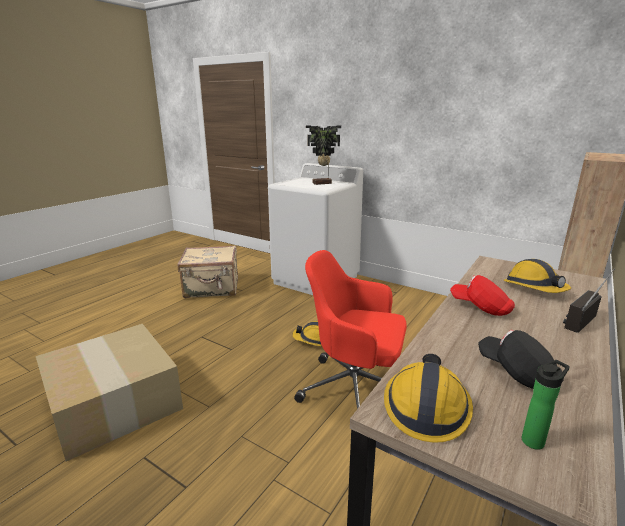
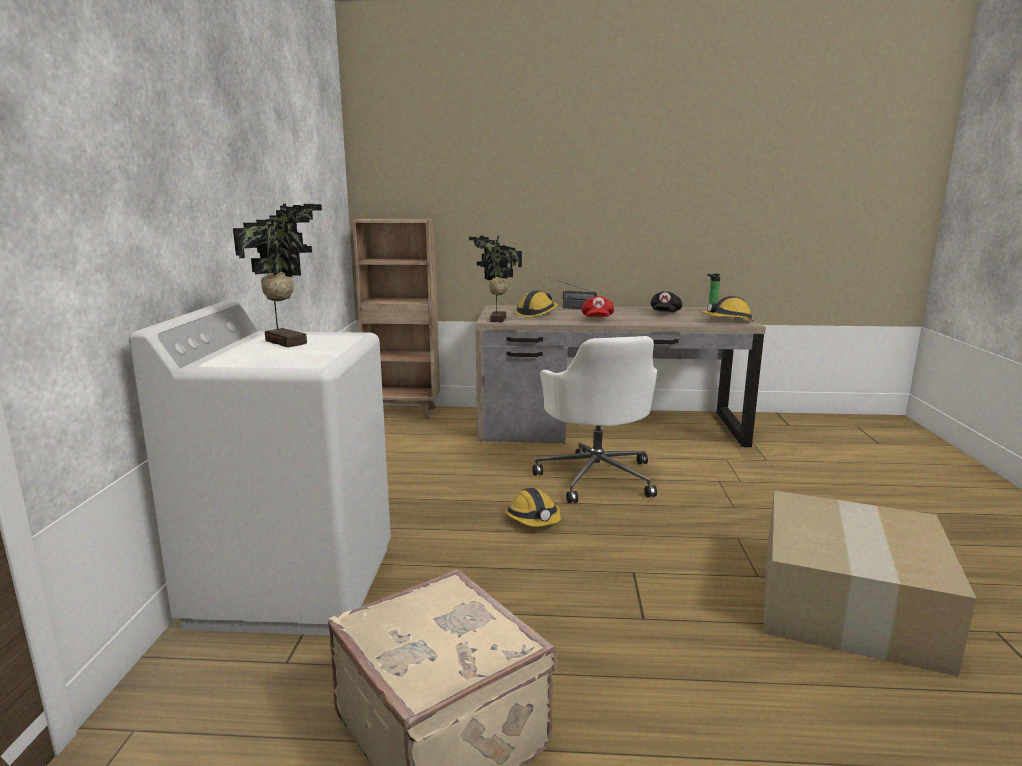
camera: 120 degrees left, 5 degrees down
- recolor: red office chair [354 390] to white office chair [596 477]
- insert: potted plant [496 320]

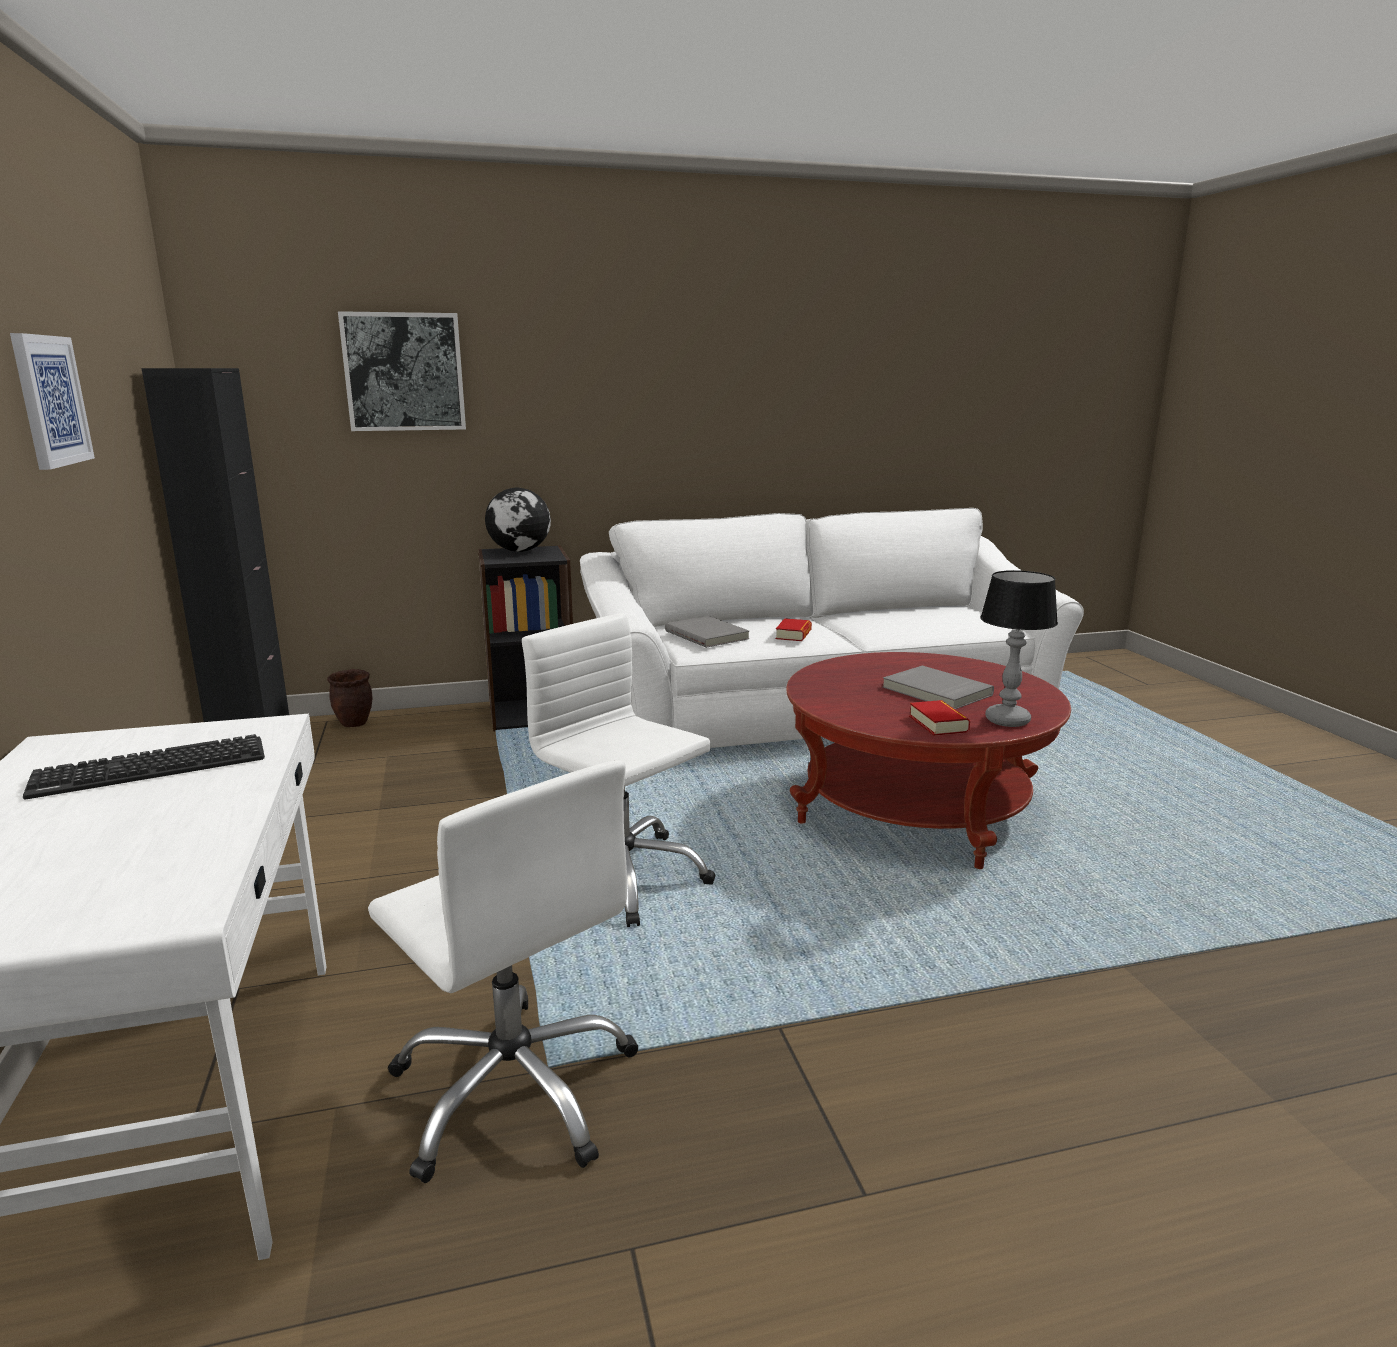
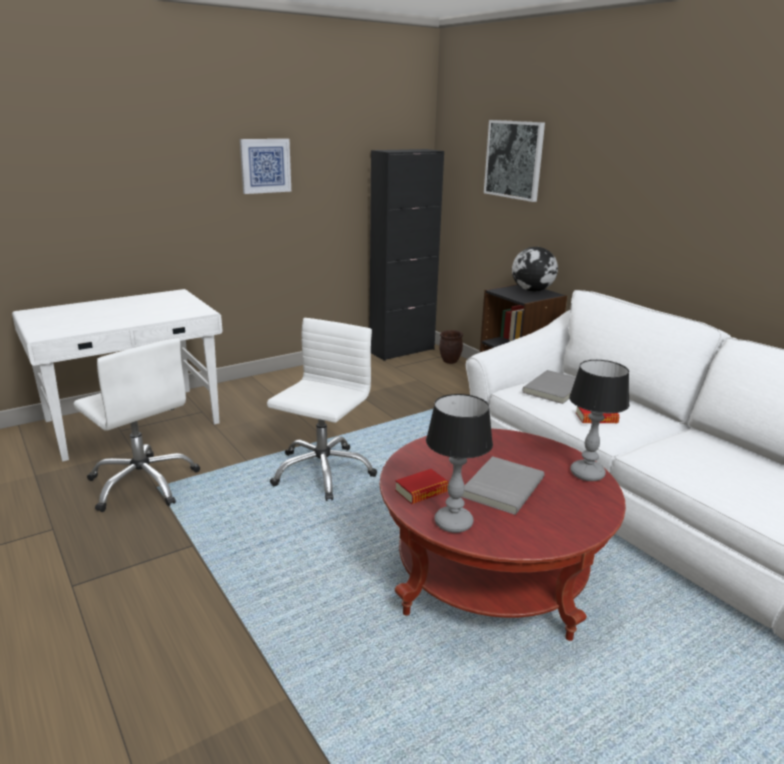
camera: 70 degrees right, 5 degrees up
- delete: keyboard [151 768]
- rotate: white office chair [515 1088] = [143 483] 75 degrees counterclockwise
- insert: table lamp [587 474]

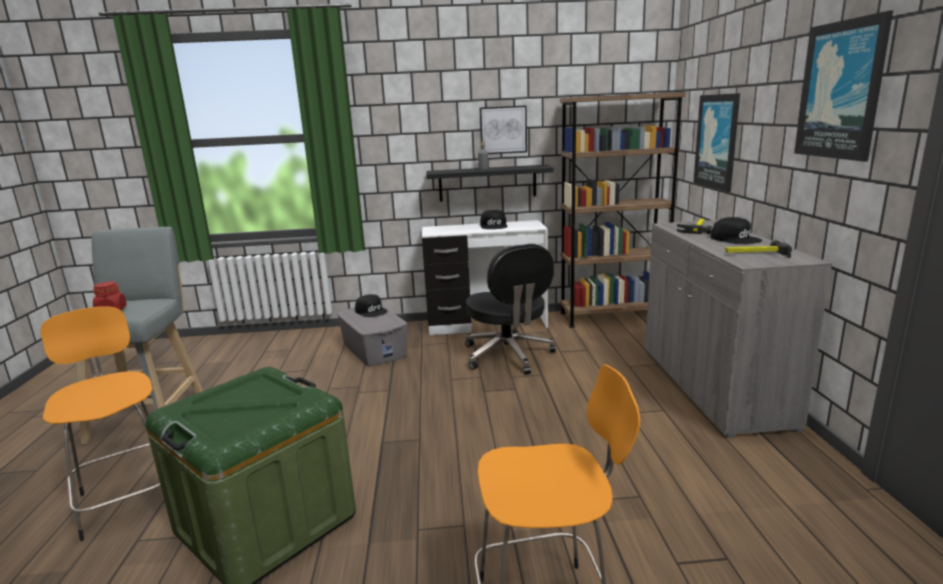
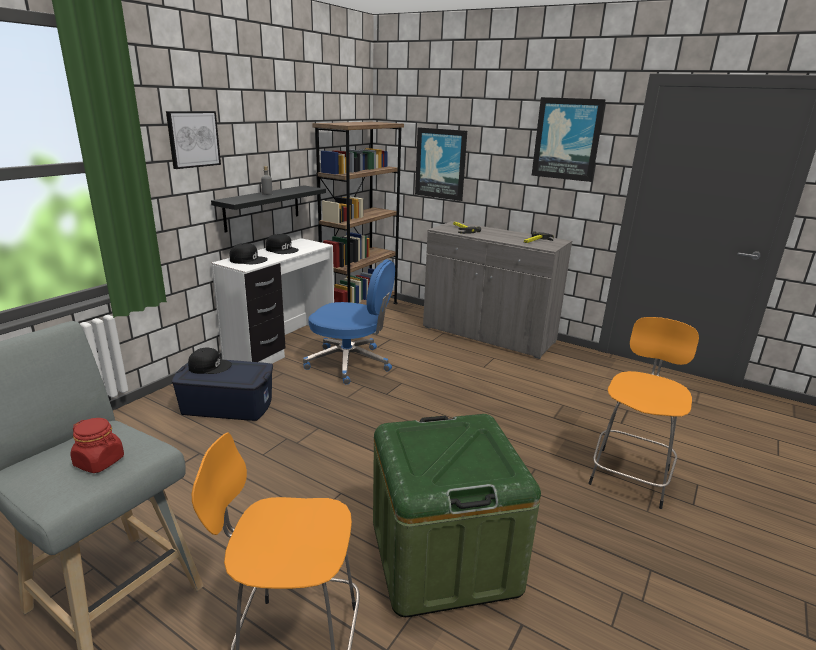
camera: 55 degrees left, 5 degrees up
- recolor: grey storage box [374 349] to blue storage box [227 405]
- recolor: black office chair [508 355] to blue office chair [350 363]
- move: picture [503 130] to [193 139]
- move: black cap [735 239] to [248 260]

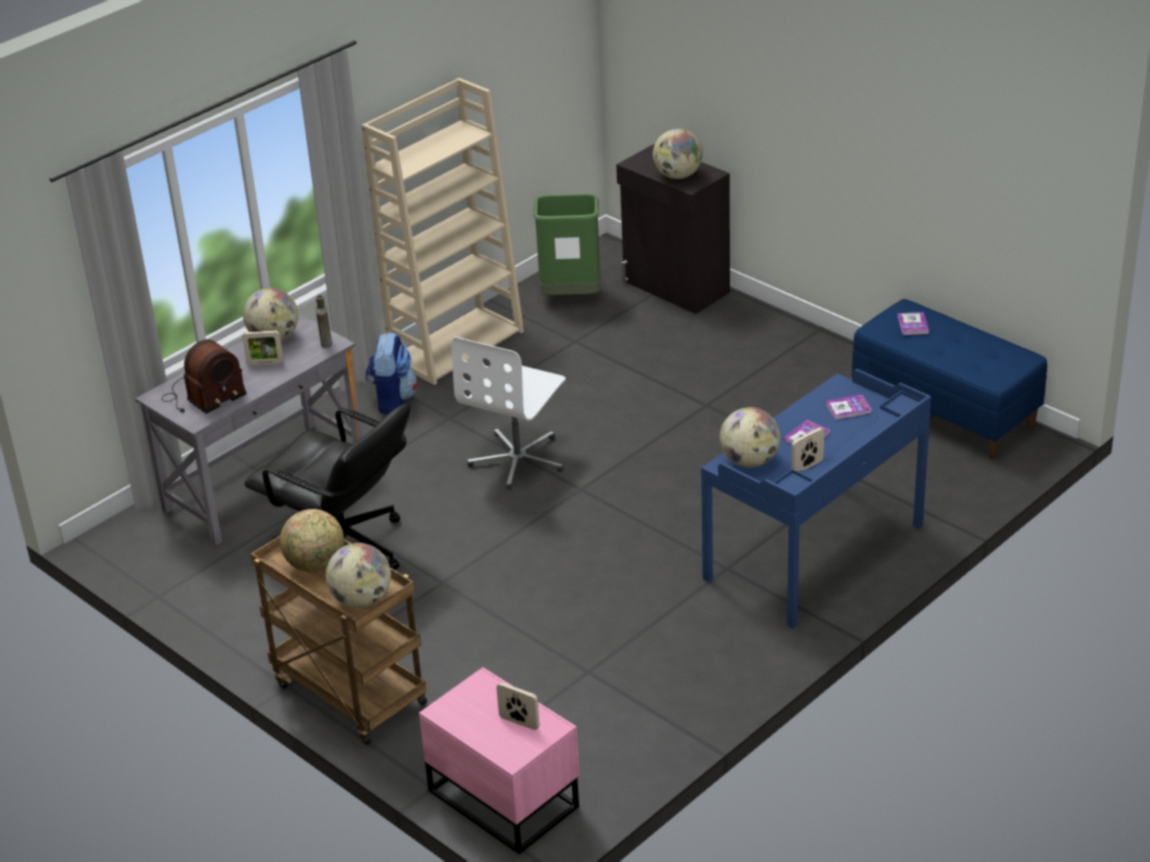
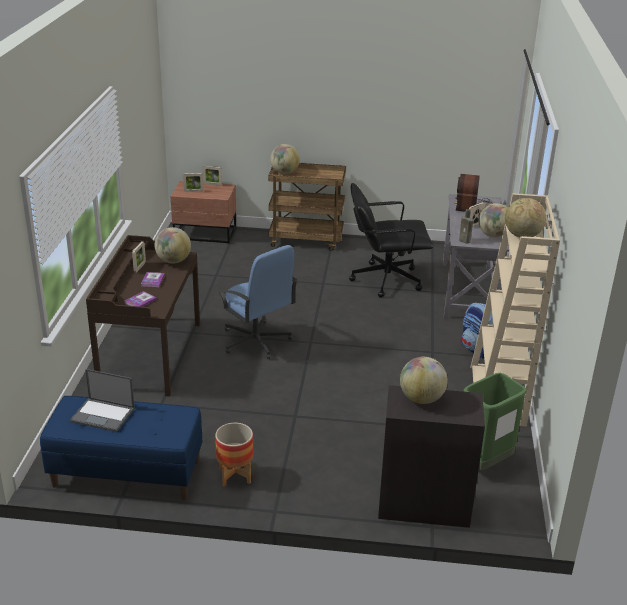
camera: 140 degrees right, 5 degrees down
- move: globe [316 565] to [522 236]
- recolor: pink nightstand [504 796] to brown nightstand [206 234]
- delete: white office chair [518 459]
- recolor: blue desk [815 552] to brown desk [150 355]
- delete: book [913 325]
- insert: laptop [103 415]
- insert: picture frame [212 184]
- insert: planter [235 476]
- insert: blue office chair [256 341]

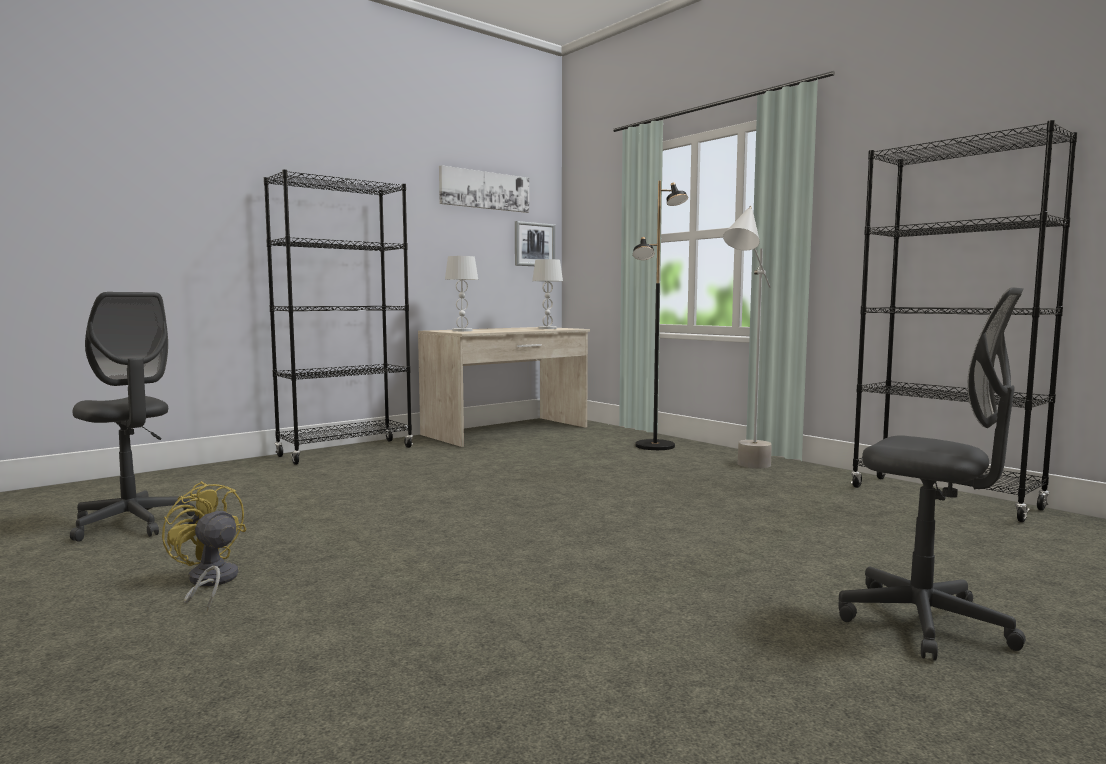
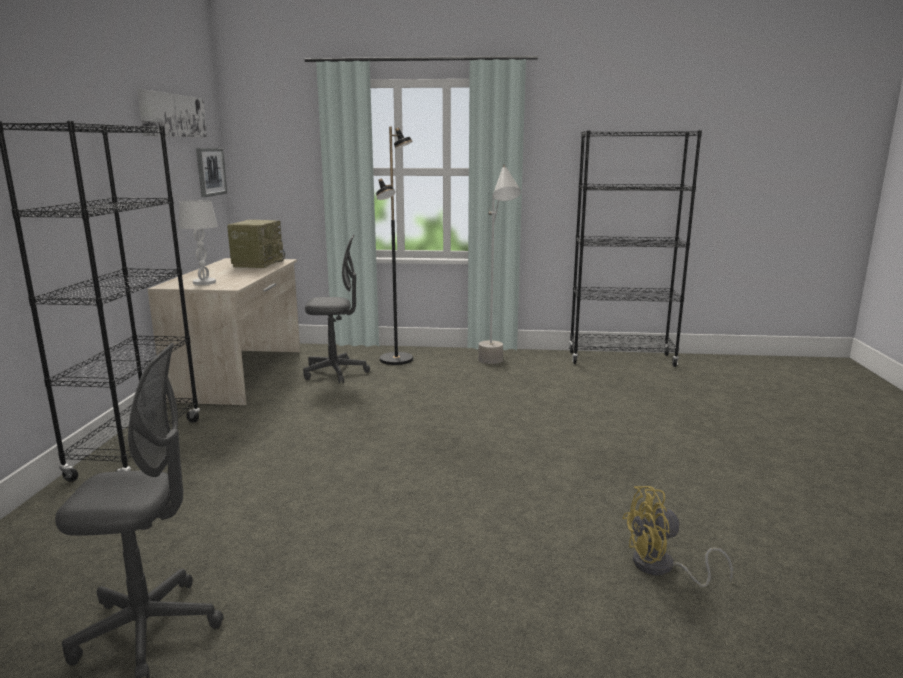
camera: 45 degrees left, 10 degrees up
- move: yellow fan [209 583] to [662 568]
- replace: white table lamp [547 328] to radio [258 263]
- move: grey office chair [924 623] to [335 372]

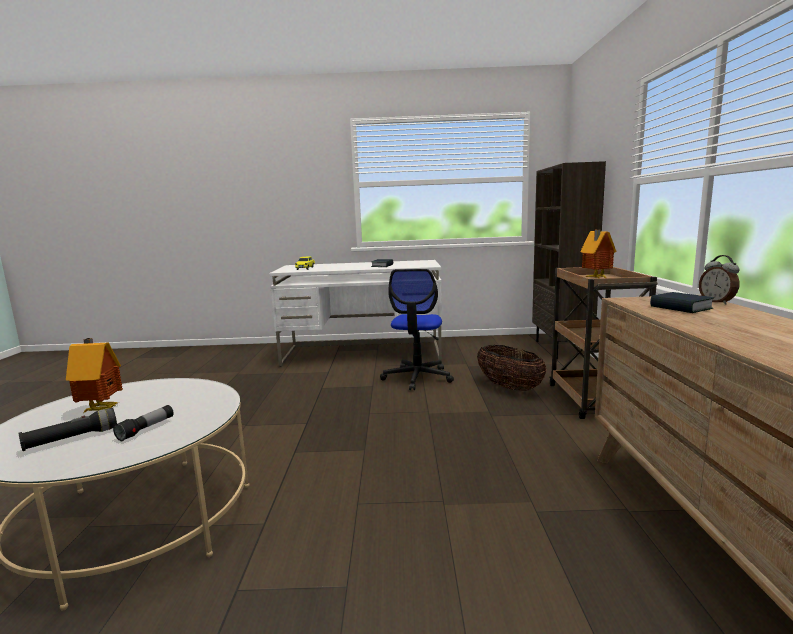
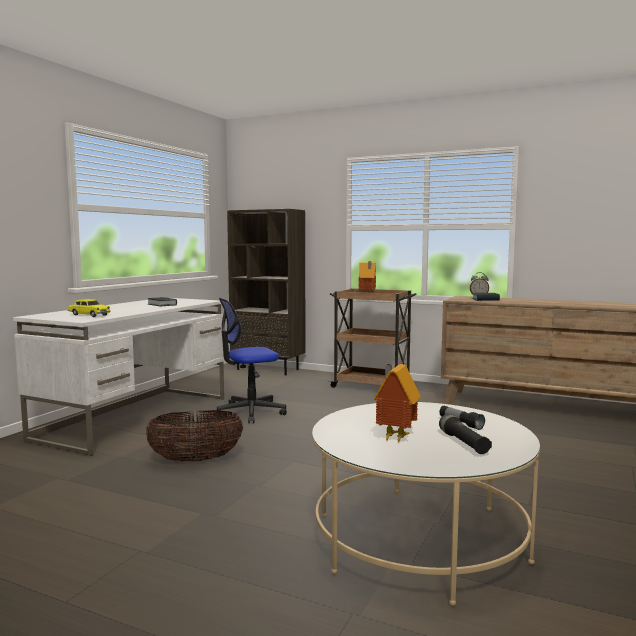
camera: 65 degrees left, 5 degrees down
- rotate: office chair [417 377] = [250 412] 120 degrees clockwise
- move: basket [509 387] to [195 460]

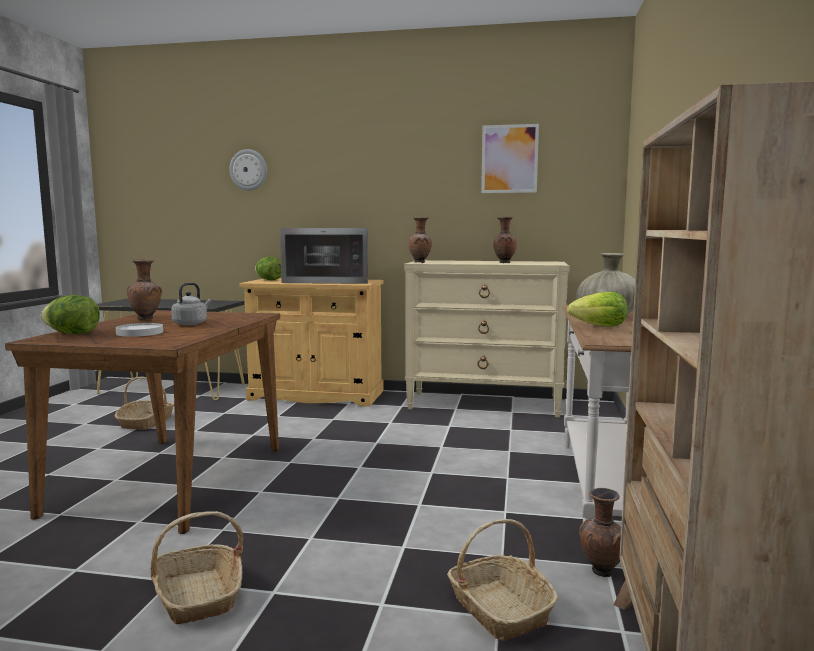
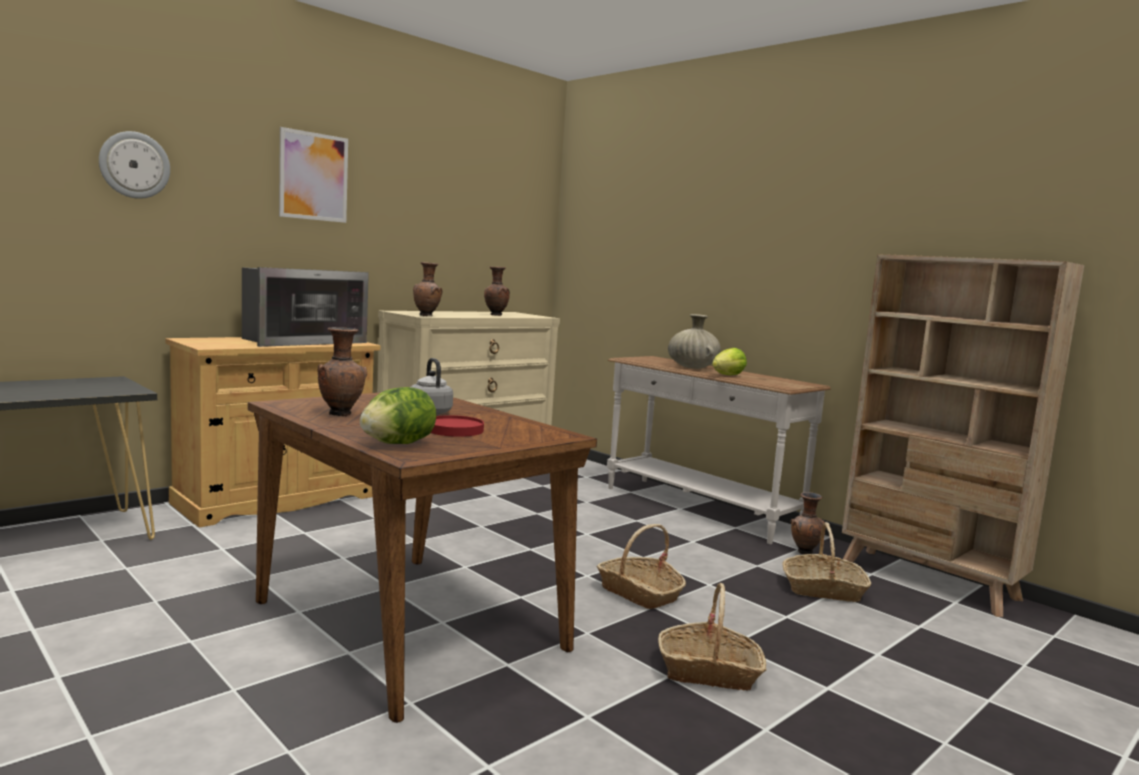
camera: 55 degrees left, 0 degrees up
- move: basket [146 422] to [639 593]
- recolor: white plate [139 333] to red plate [454 430]
- delete: lettuce [269 280]
- move: picture [509 159] to [313 176]

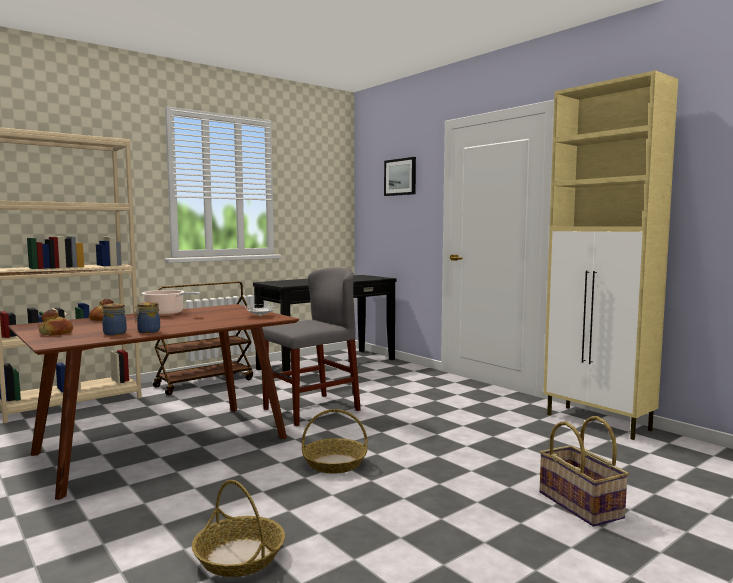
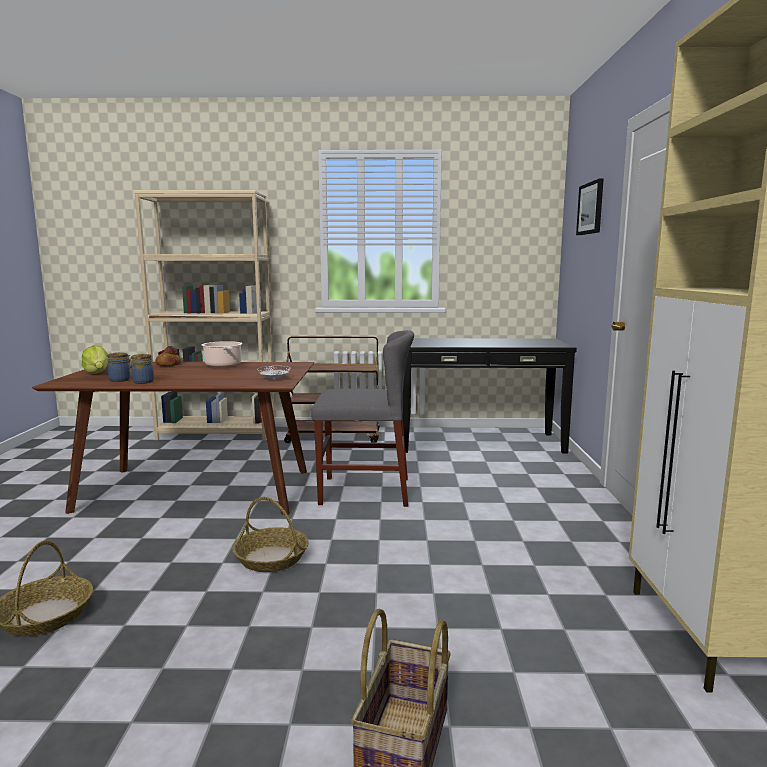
camera: 40 degrees right, 5 degrees up
- replace: bread [56 333] to lettuce [97 373]

